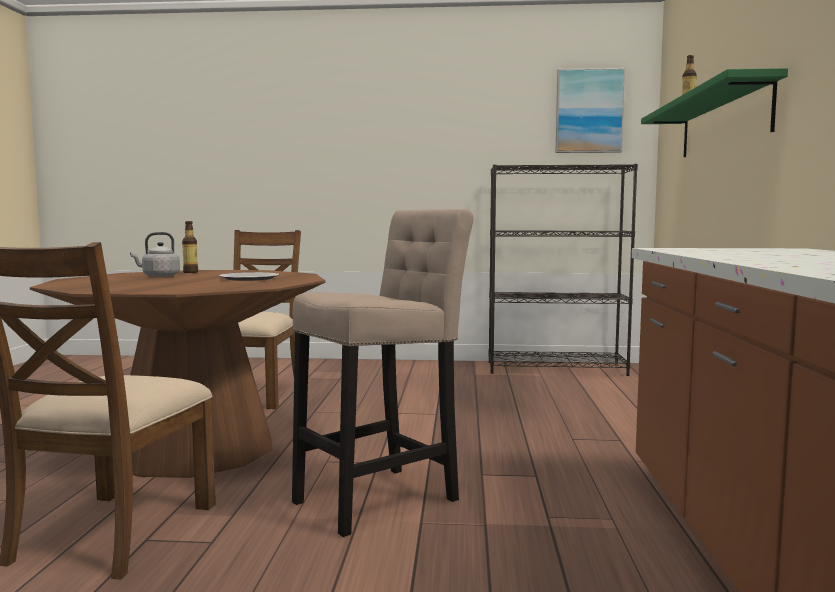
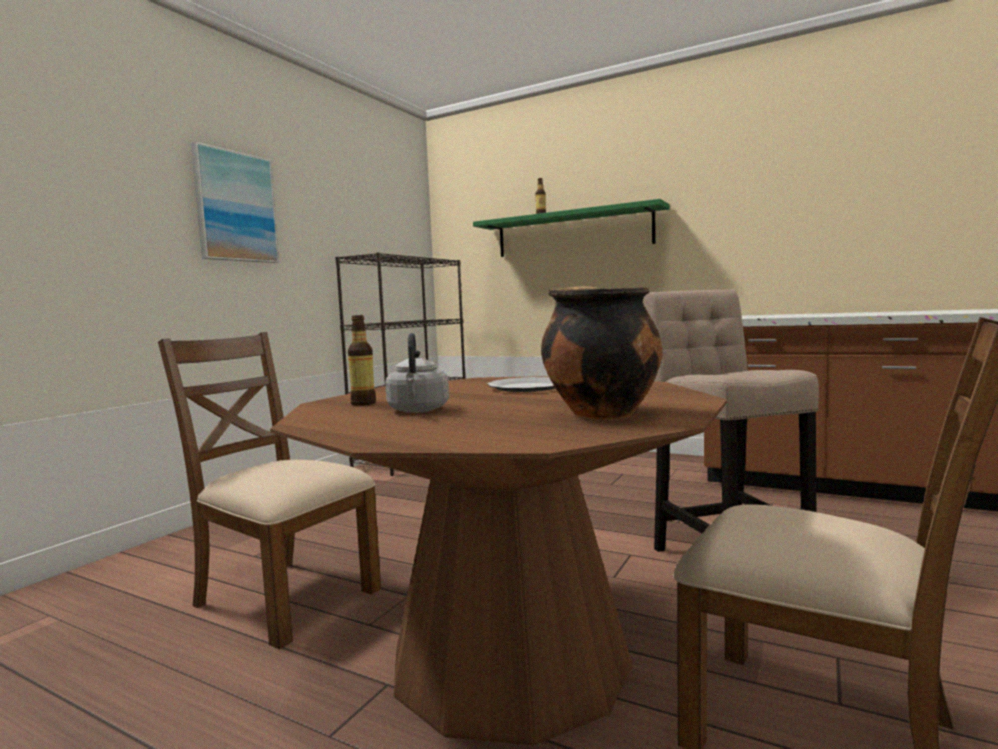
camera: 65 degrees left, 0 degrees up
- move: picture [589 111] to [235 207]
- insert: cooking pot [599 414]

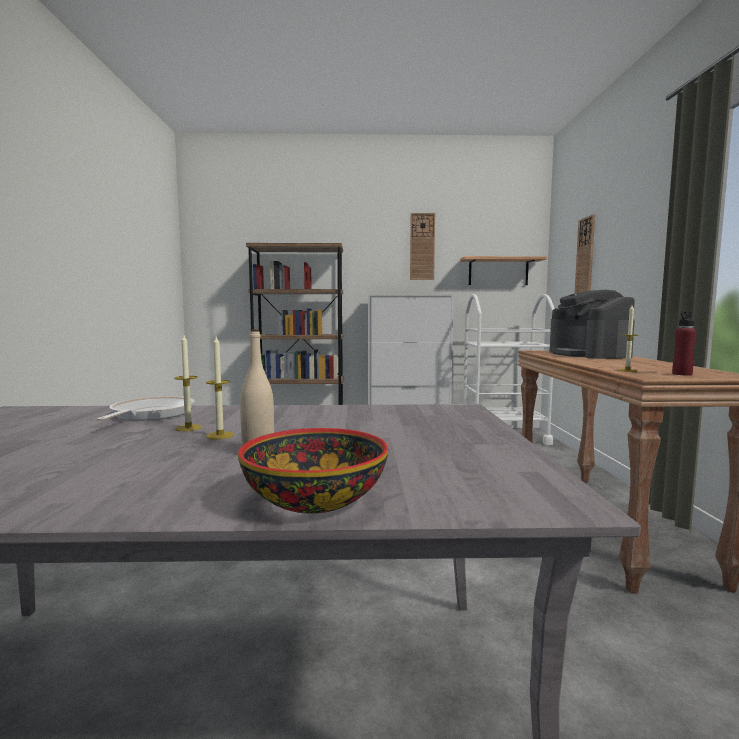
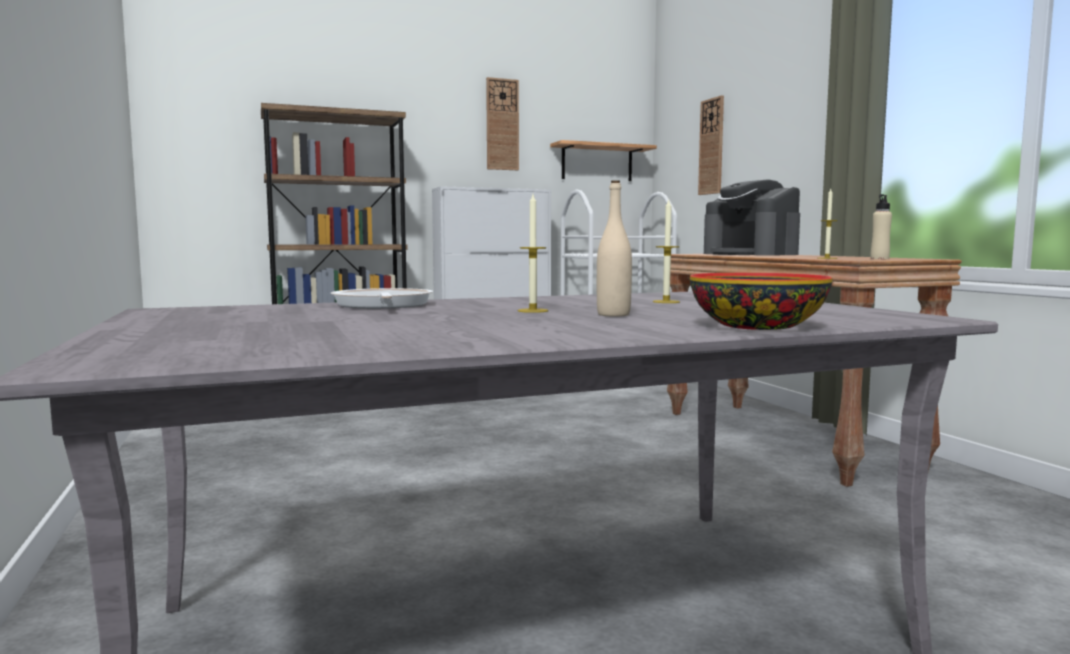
camera: 20 degrees left, 0 degrees up
- move: candle [188 428] to [666 302]
- recolor: red bottle [682 374] to beige bottle [879 258]

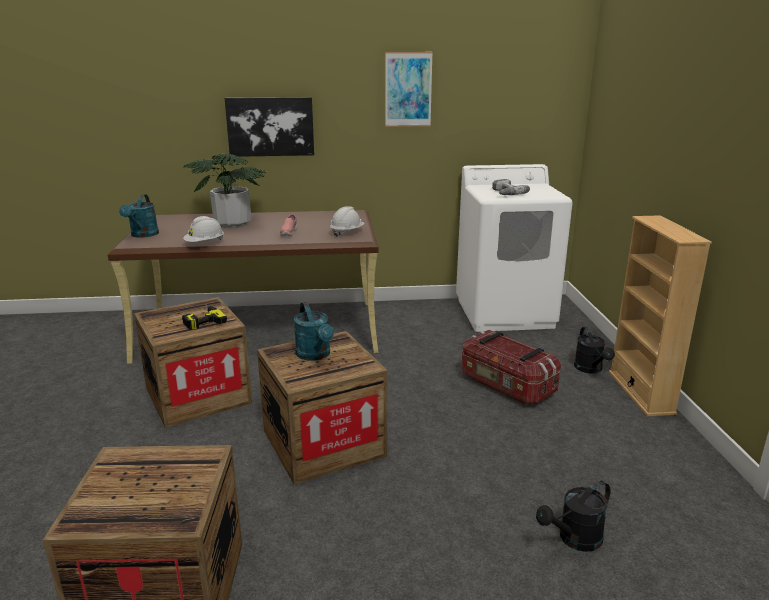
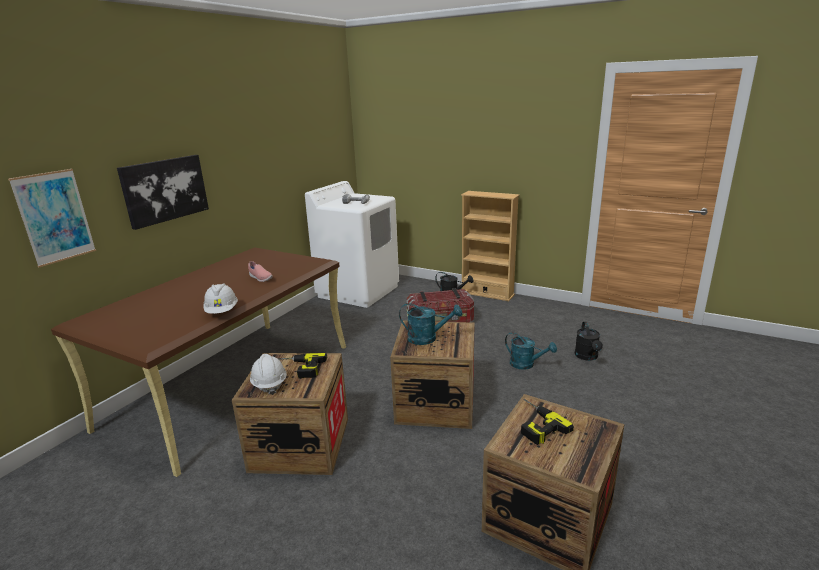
camera: 55 degrees left, 0 degrees up
- move: turquoise watering can [143 235] to [526 364]
- delete: potted plant [232 223]
- move: white hard hat [347 232] to [269 384]
- move: picture [408 89] to [54 217]
- insert: power drill [534 424]

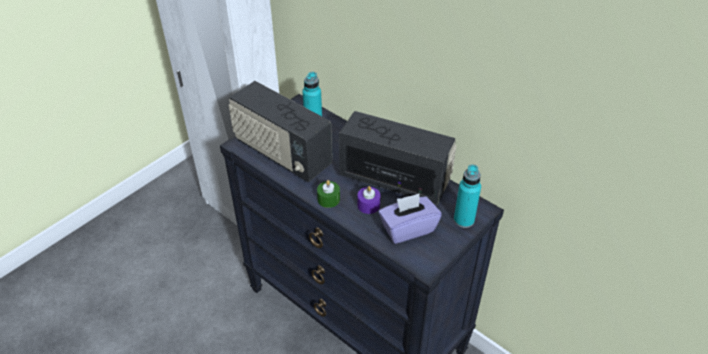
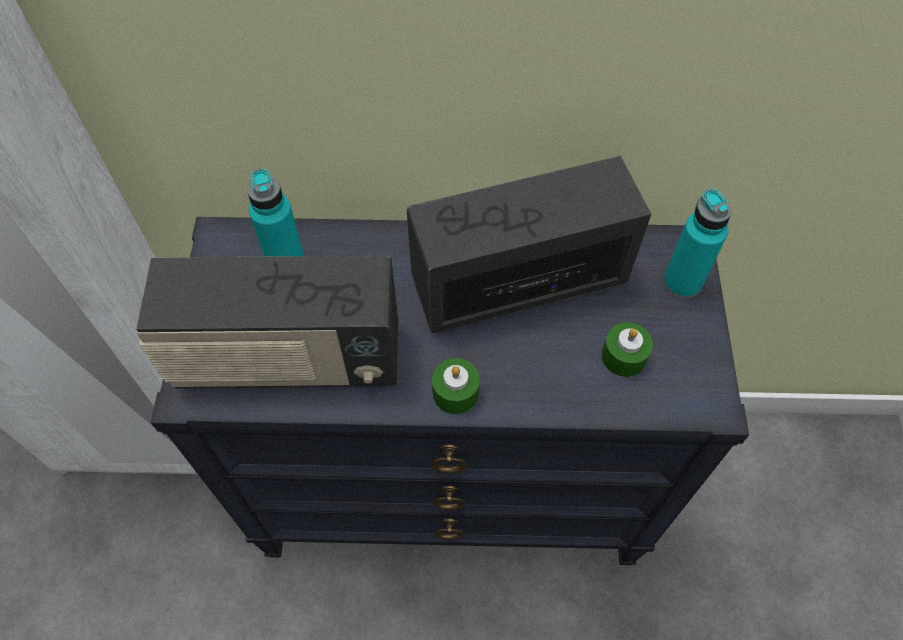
camera: 40 degrees left, 15 degrees up
- delete: purple candle [368 205]
- replace: purple tissue box [407 228] to green candle [624 356]

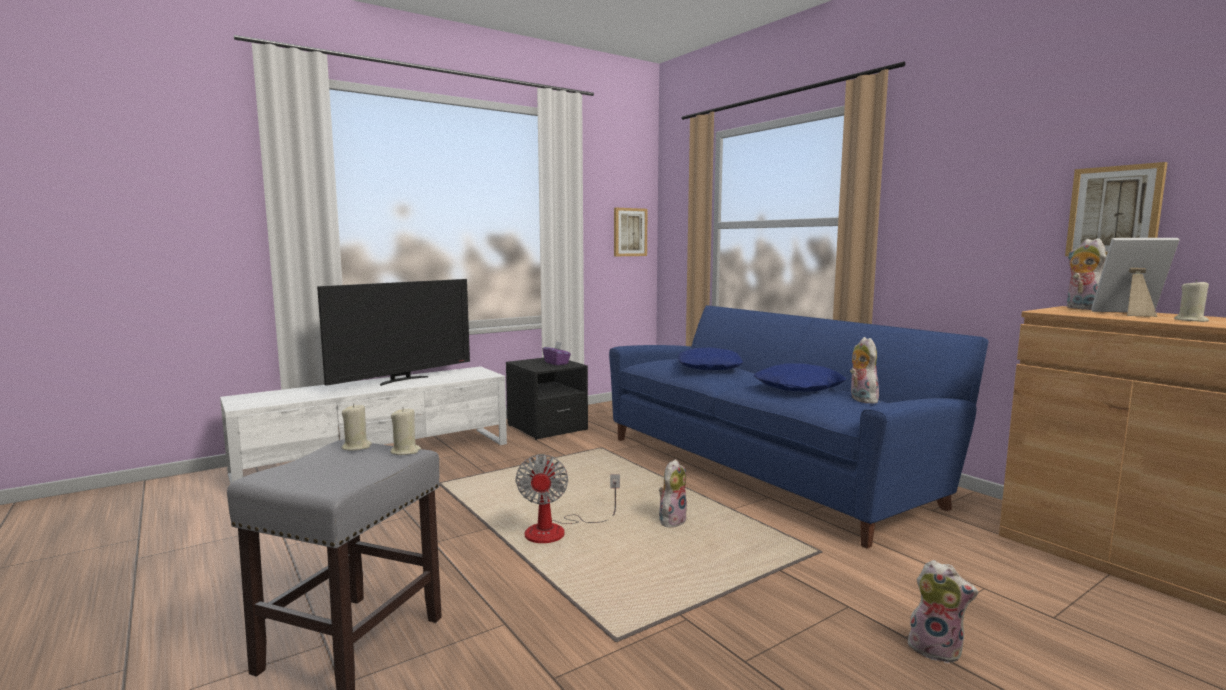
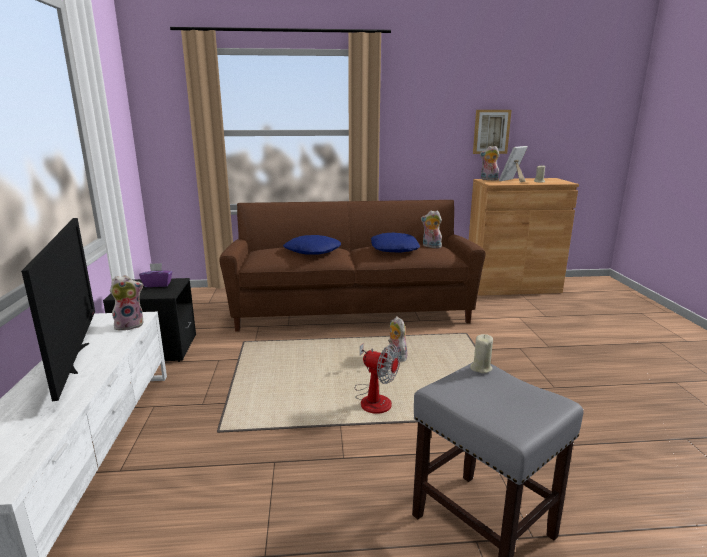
camera: 60 degrees left, 10 degrees up
- delete: beige candle [357 447]
- recolor: blue sofa [766 467] to brown sofa [351 307]
- delete: picture [629 232]
- move: plush toy [936 649] to [130 325]

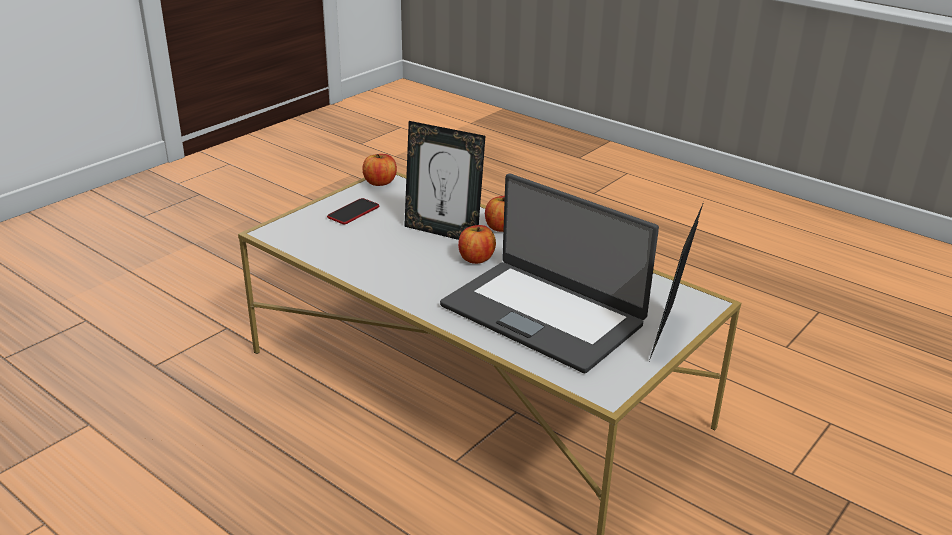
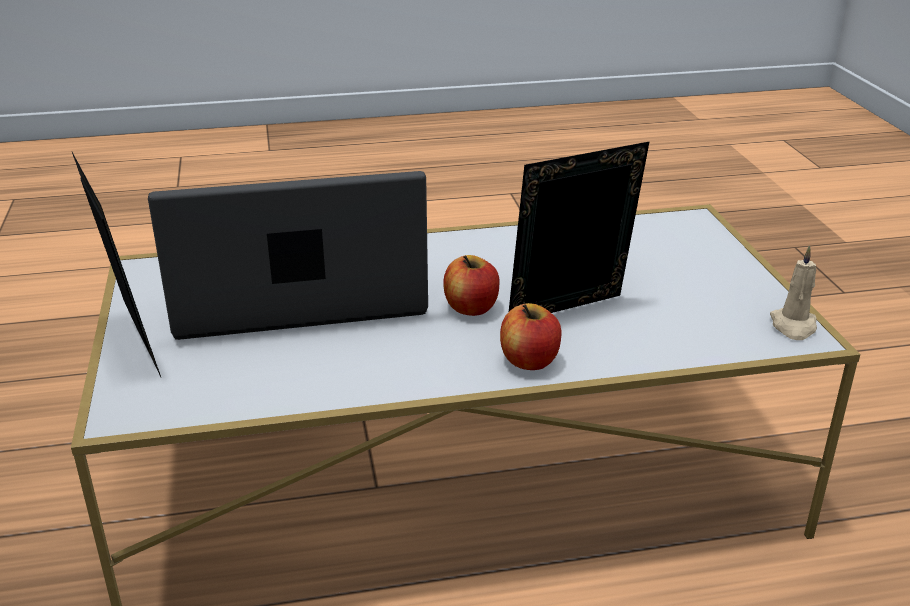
camera: 130 degrees right, 0 degrees up
- delete: phone [353 212]
- replace: apple [380 182] to beige candle [793 326]

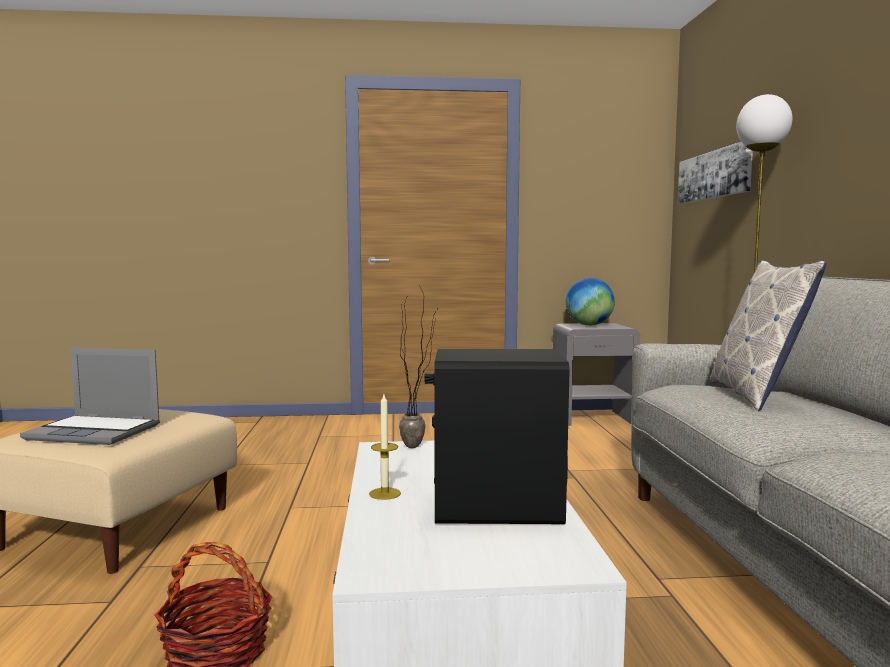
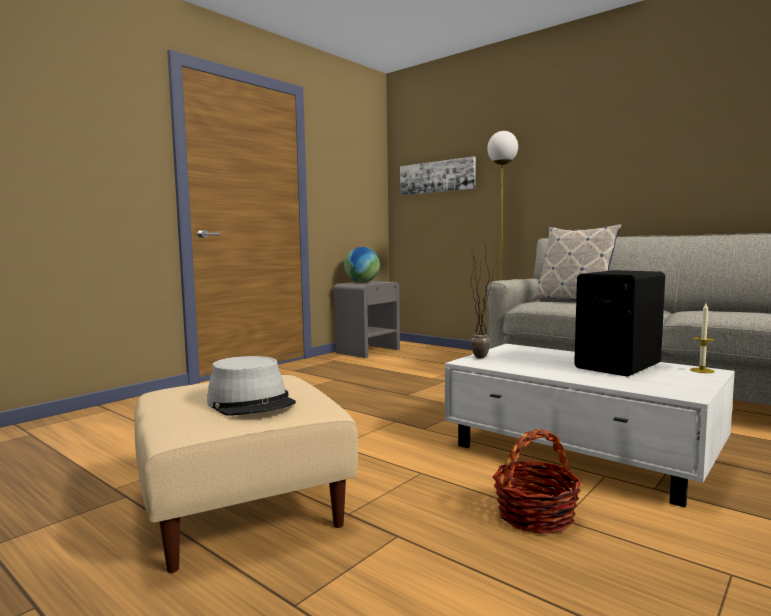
camera: 45 degrees left, 0 degrees up
- replace: laptop [96 432] to grey hat [251 402]
- move: candle [385 493] to [702 370]

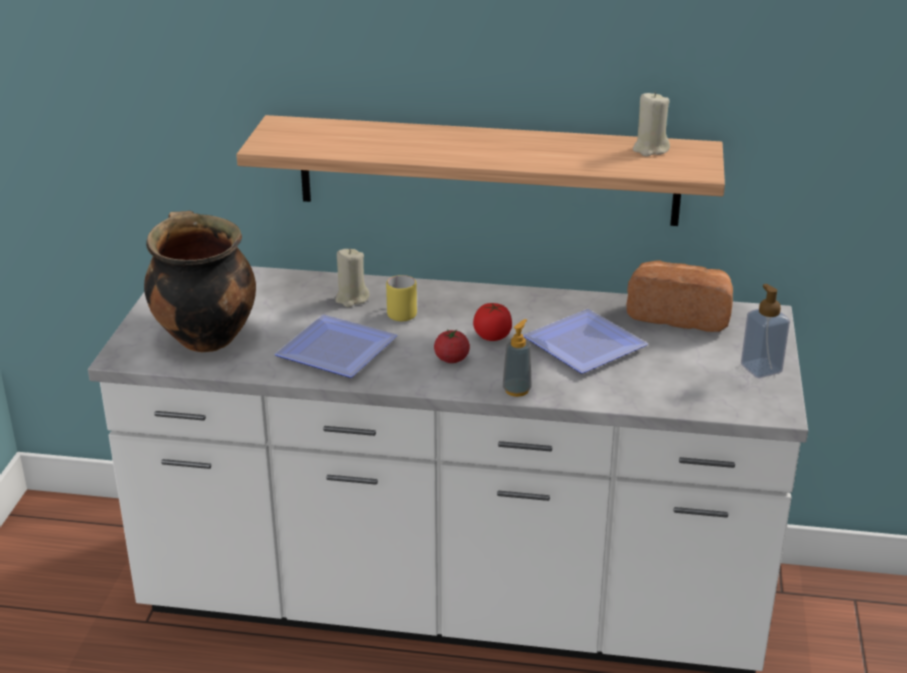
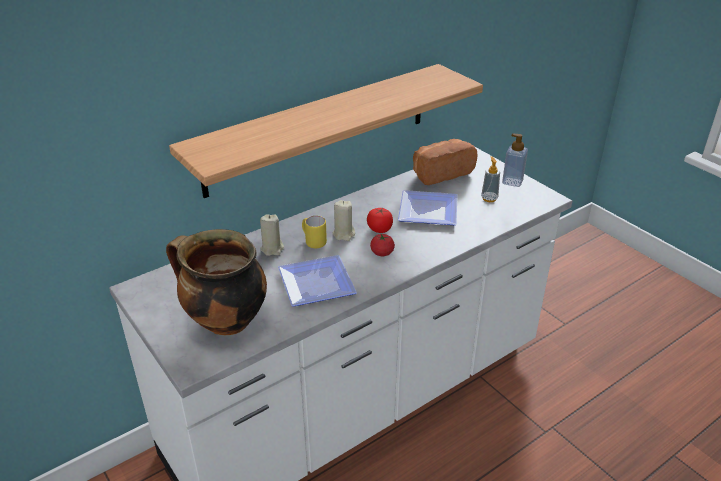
camera: 45 degrees left, 5 degrees up
- move: soap dispenser [516 390] to [489 198]
- move: beige candle [650 149] to [344 234]

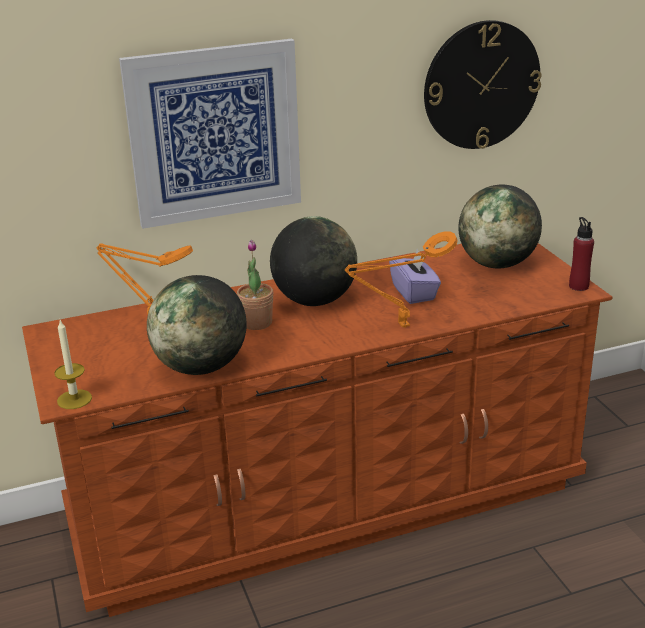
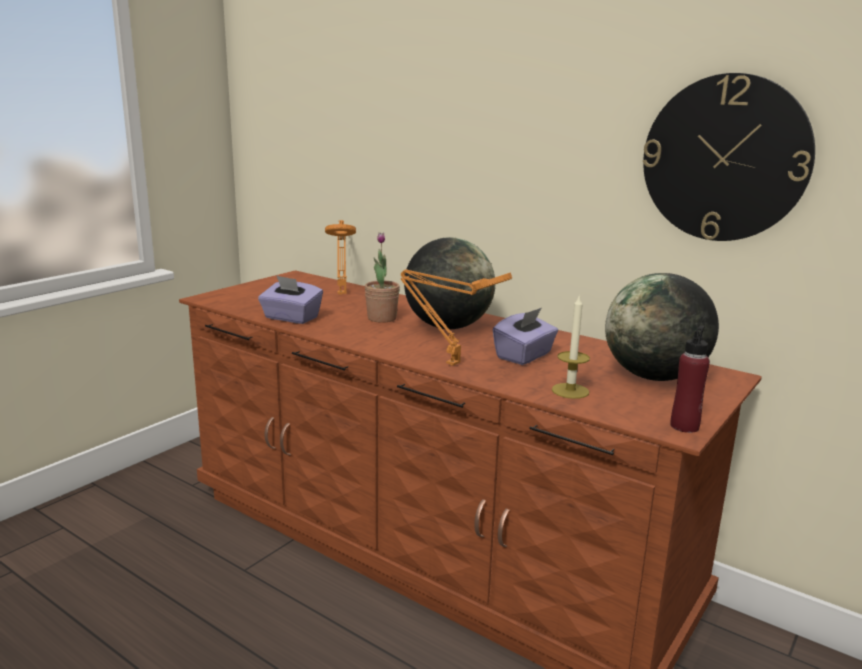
camera: 55 degrees right, 10 degrees down
- move: candle [74 399] to [570 391]
- delete: picture [214 133]
- replace: globe [201 367] to purple tissue box [291 318]

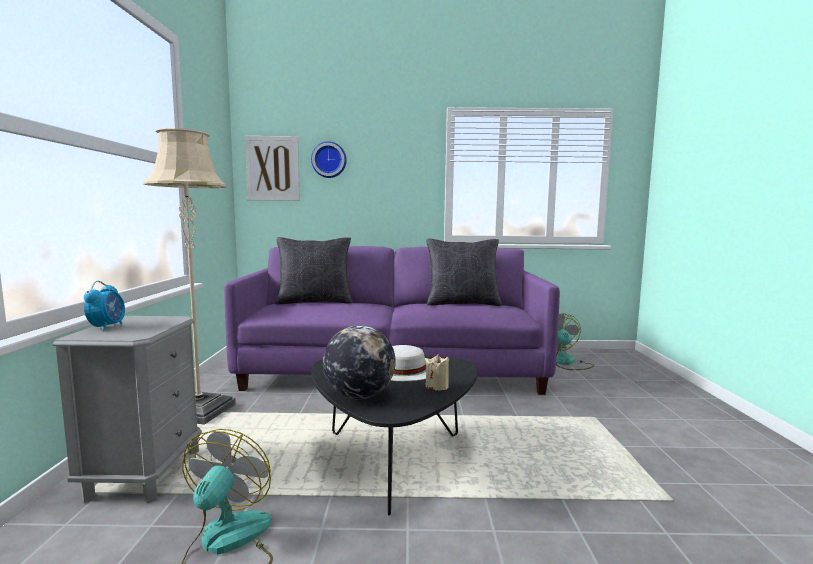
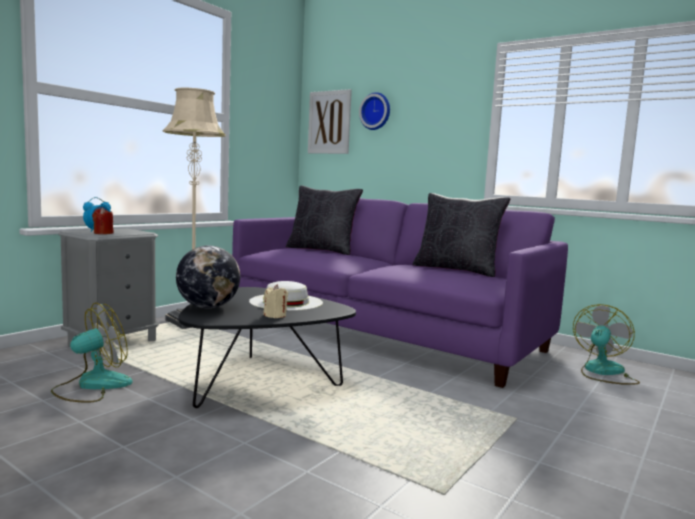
camera: 35 degrees right, 0 degrees up
- insert: red candle [103 233]

